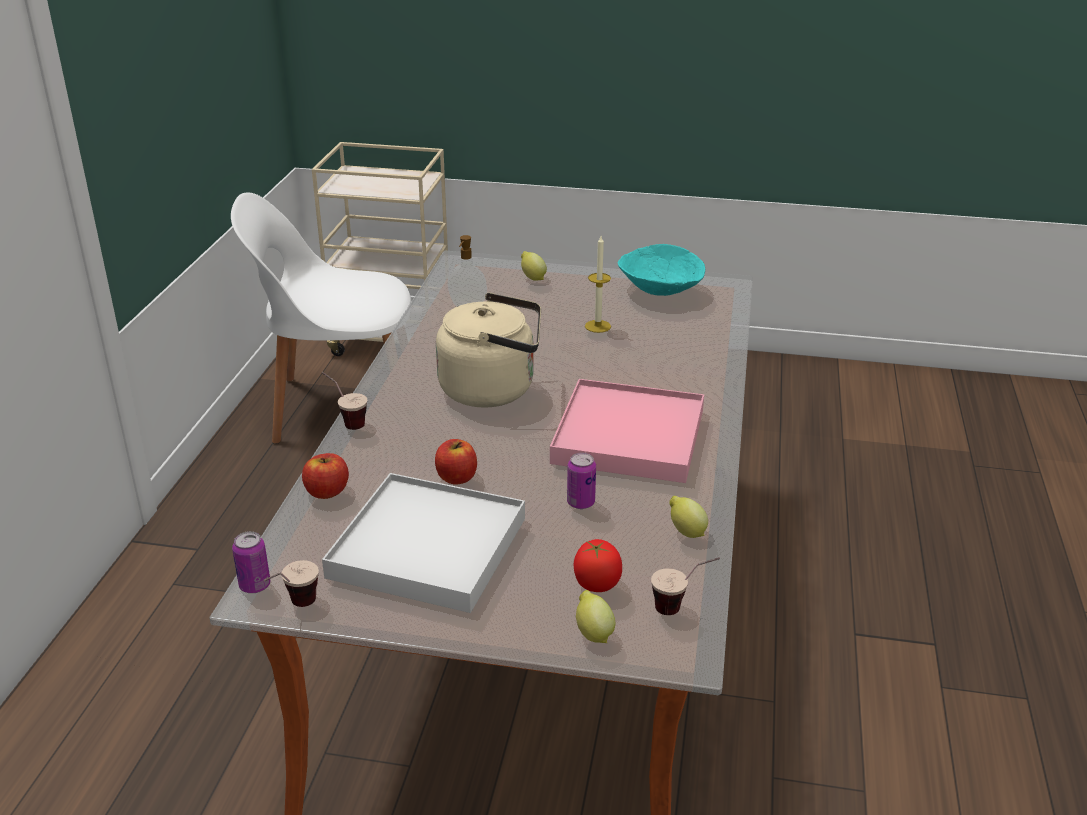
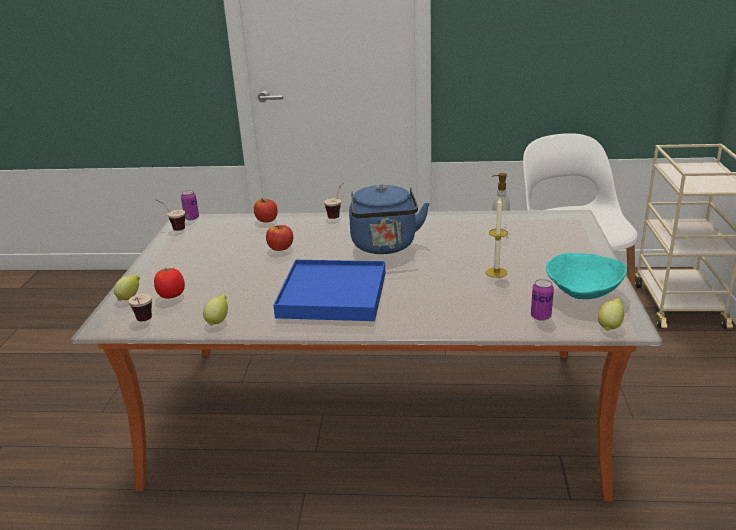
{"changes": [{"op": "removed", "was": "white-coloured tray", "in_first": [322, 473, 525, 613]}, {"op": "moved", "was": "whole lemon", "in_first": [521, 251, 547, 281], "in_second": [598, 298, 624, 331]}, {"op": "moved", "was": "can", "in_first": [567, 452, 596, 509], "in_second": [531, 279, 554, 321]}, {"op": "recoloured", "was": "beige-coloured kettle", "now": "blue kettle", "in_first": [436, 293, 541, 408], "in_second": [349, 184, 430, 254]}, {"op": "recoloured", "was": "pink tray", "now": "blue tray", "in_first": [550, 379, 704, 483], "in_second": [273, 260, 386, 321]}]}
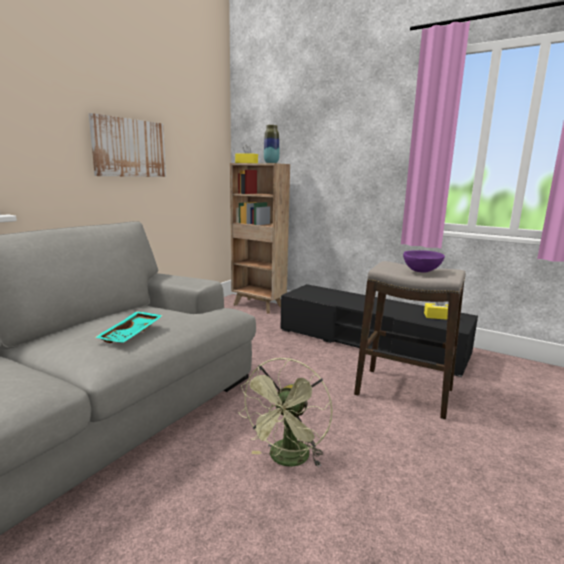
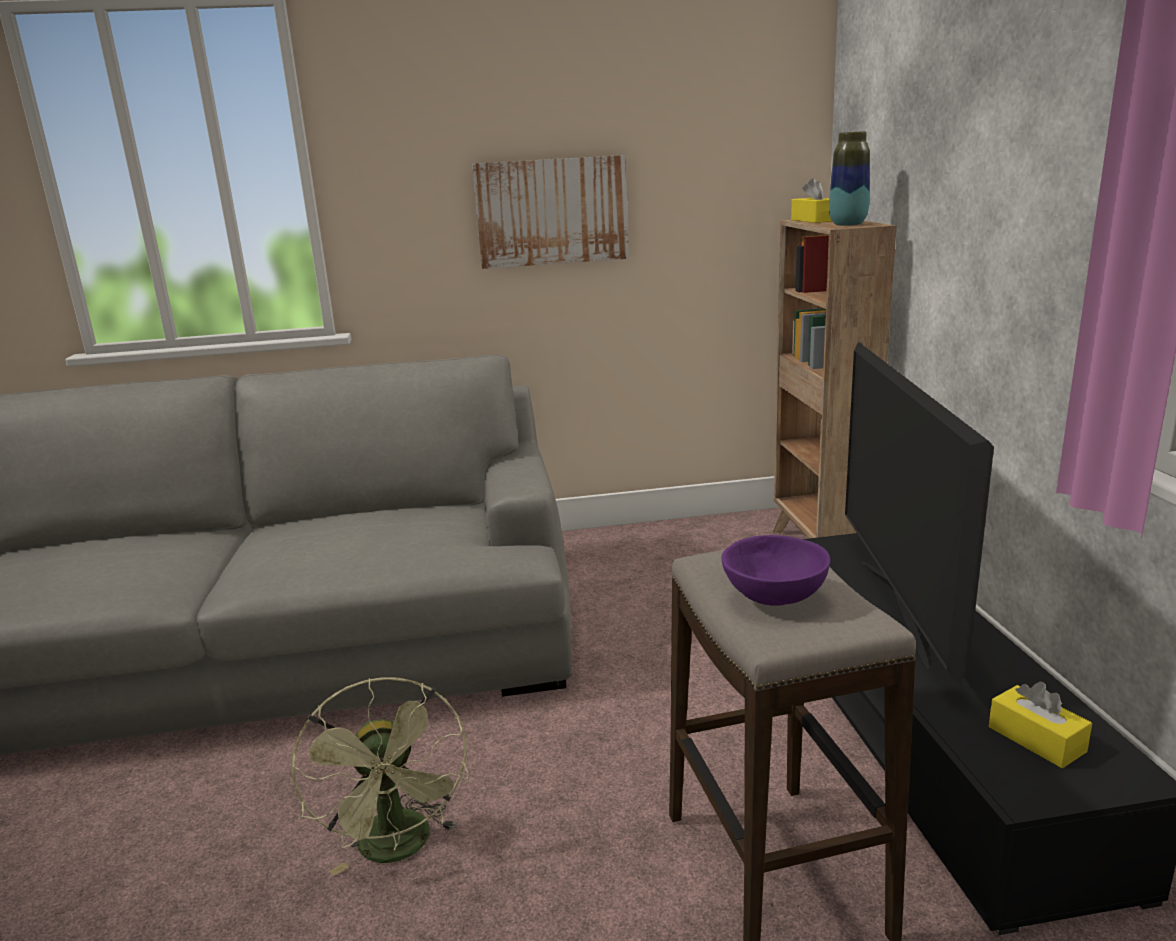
{"changes": [{"op": "removed", "was": "blue-green tray", "in_first": [95, 311, 163, 343]}, {"op": "added", "now": "TV set", "in_second": [845, 342, 994, 686]}, {"op": "turned", "was": "green-coloured cooling fan", "in_first": [238, 358, 332, 467], "in_second": [292, 677, 468, 876], "clockwise": -90}]}
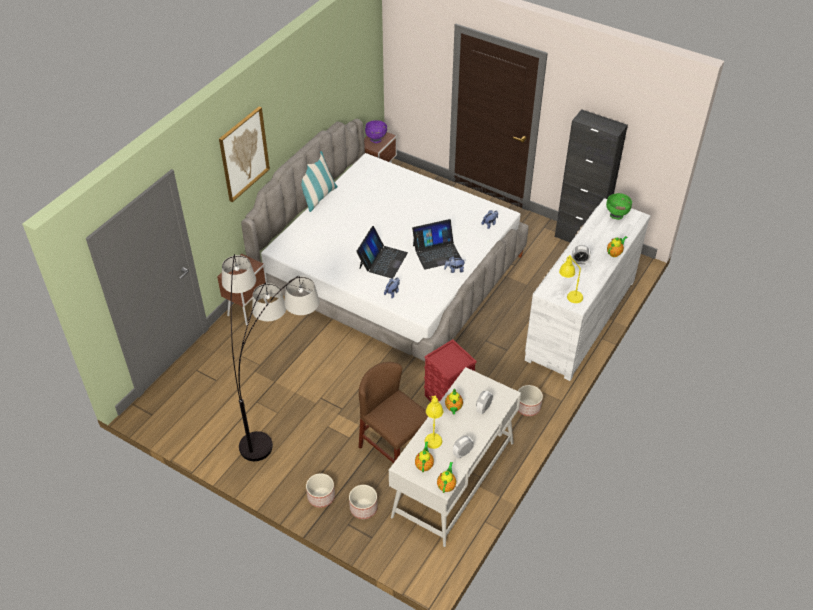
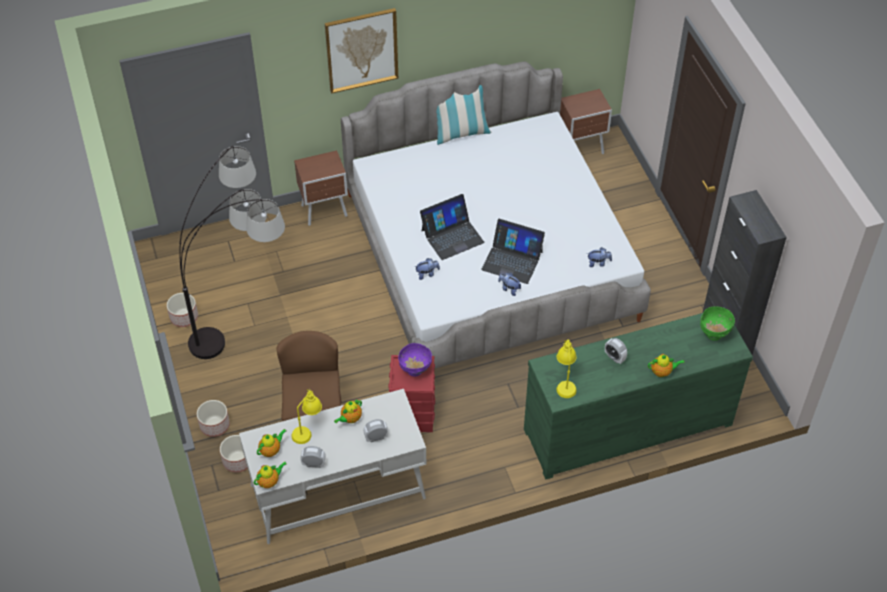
{"changes": [{"op": "moved", "was": "purple serving bowl", "in_first": [365, 120, 387, 143], "in_second": [398, 343, 432, 376]}, {"op": "moved", "was": "flower pot", "in_first": [518, 385, 543, 416], "in_second": [167, 293, 198, 327]}, {"op": "recoloured", "was": "white-coloured drawer chest", "now": "green-coloured drawer chest", "in_first": [525, 198, 651, 381], "in_second": [524, 307, 753, 479]}]}
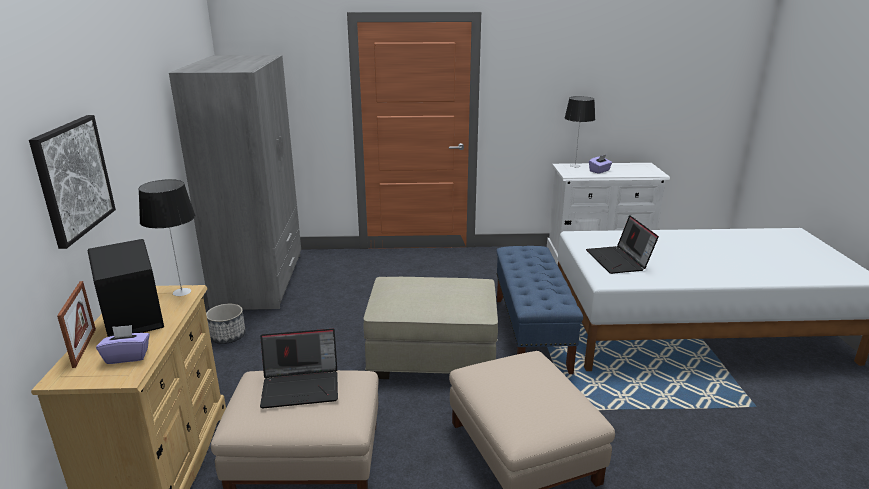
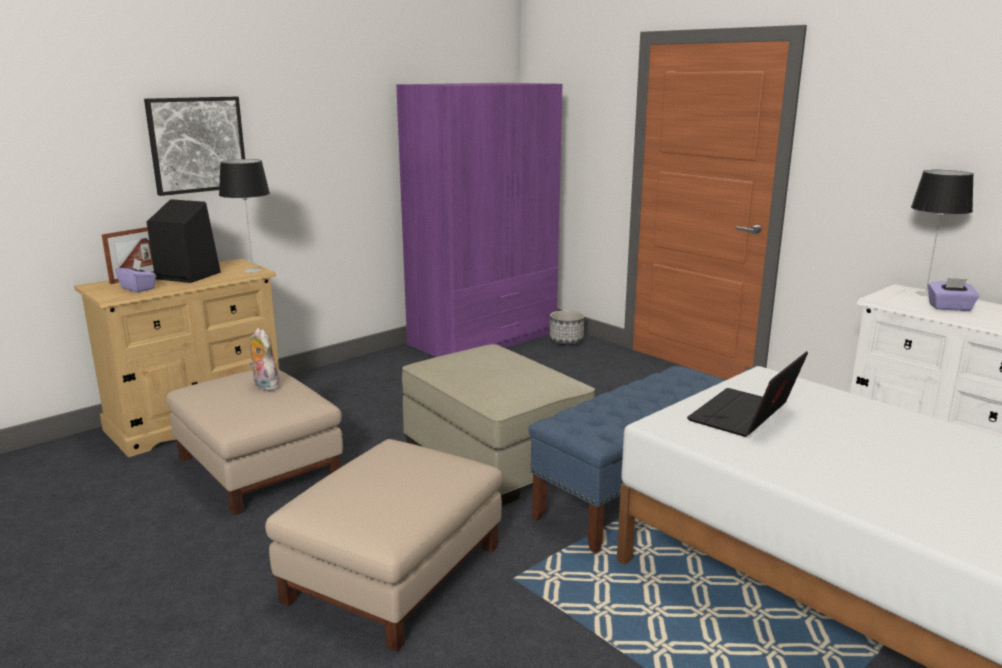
{"changes": [{"op": "moved", "was": "flower pot", "in_first": [206, 304, 246, 344], "in_second": [549, 310, 584, 346]}, {"op": "replaced", "was": "notebook computer", "now": "plush toy", "in_first": [260, 329, 338, 408], "in_second": [249, 328, 280, 391]}, {"op": "recoloured", "was": "greyish wardrobe", "now": "purple wardrobe", "in_first": [169, 55, 301, 310], "in_second": [396, 83, 562, 357]}]}
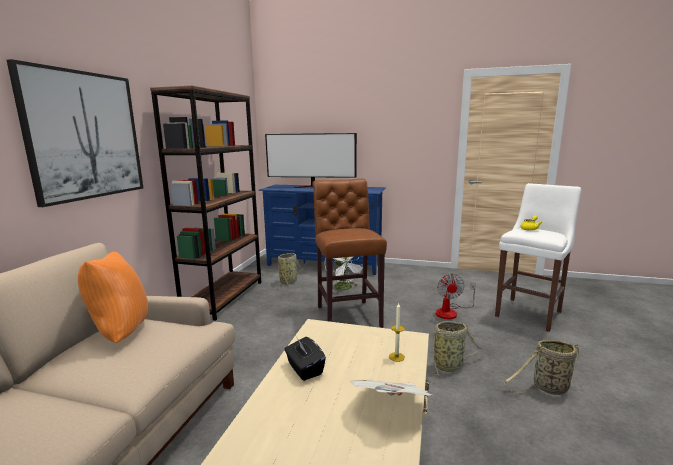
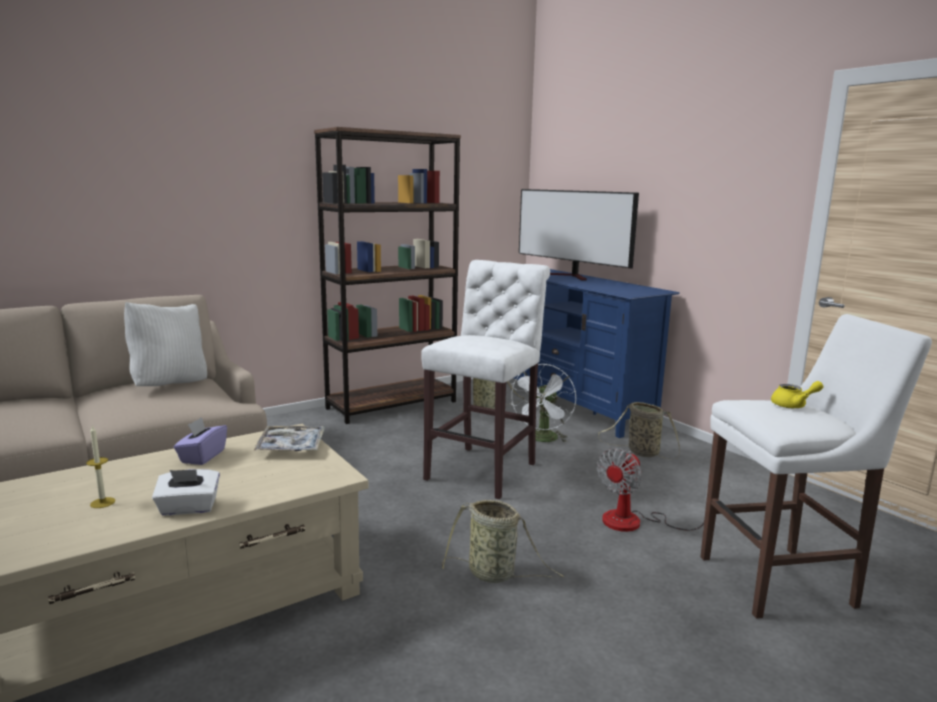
{"changes": [{"op": "removed", "was": "picture", "in_first": [7, 59, 143, 207]}, {"op": "added", "now": "tray", "in_second": [253, 426, 325, 451]}, {"op": "moved", "was": "candle", "in_first": [389, 303, 405, 362], "in_second": [86, 425, 115, 508]}, {"op": "moved", "was": "basket", "in_first": [504, 340, 584, 395], "in_second": [598, 402, 680, 459]}, {"op": "replaced", "was": "newspaper", "now": "white-coloured box of tissues", "in_first": [350, 379, 432, 396], "in_second": [152, 469, 220, 515]}, {"op": "recoloured", "was": "orange-coloured throw pillow", "now": "white-coloured throw pillow", "in_first": [78, 252, 148, 343], "in_second": [124, 302, 207, 386]}, {"op": "recoloured", "was": "black-coloured box of tissues", "now": "purple box of tissues", "in_first": [284, 337, 326, 381], "in_second": [174, 417, 227, 465]}, {"op": "recoloured", "was": "brown-coloured stool", "now": "white-coloured stool", "in_first": [312, 179, 387, 328], "in_second": [421, 260, 550, 499]}]}
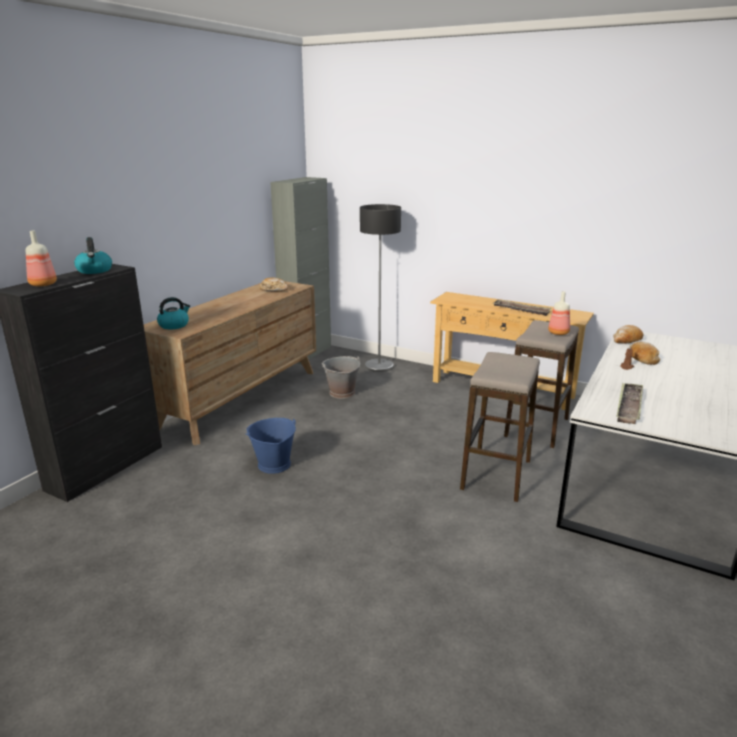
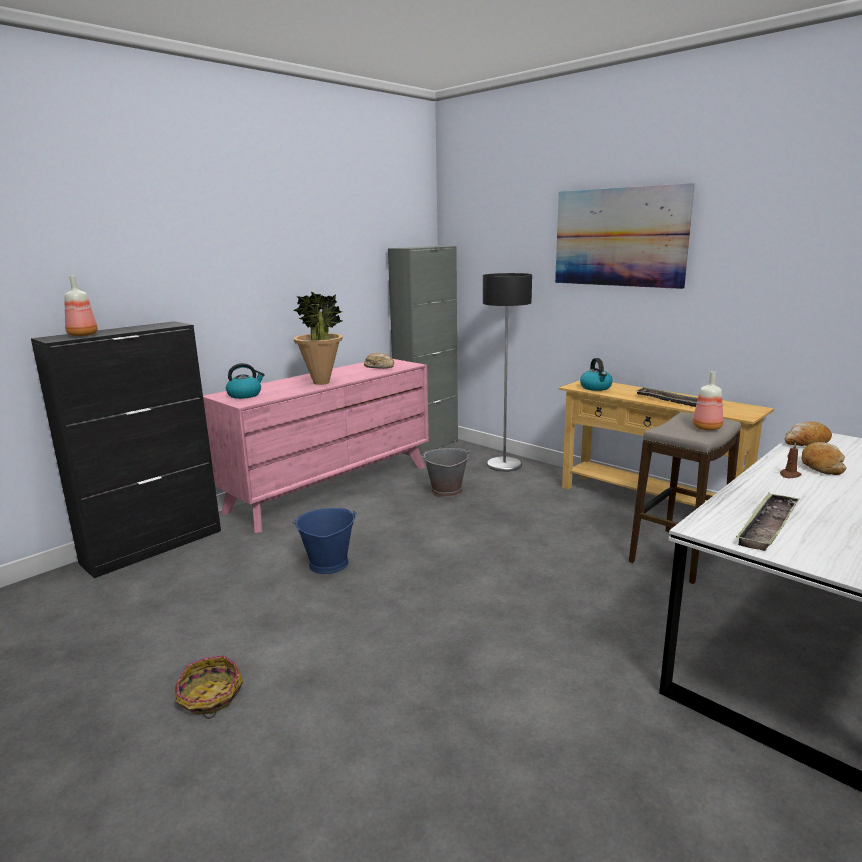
{"changes": [{"op": "removed", "was": "stool", "in_first": [460, 352, 540, 502]}, {"op": "added", "now": "basket", "in_second": [175, 655, 243, 719]}, {"op": "added", "now": "potted plant", "in_second": [293, 292, 343, 385]}, {"op": "added", "now": "picture", "in_second": [555, 183, 695, 289]}, {"op": "moved", "was": "kettle", "in_first": [74, 237, 112, 274], "in_second": [580, 358, 613, 391]}, {"op": "recoloured", "was": "brown-coloured drawer chest", "now": "pink drawer chest", "in_first": [144, 281, 316, 445], "in_second": [203, 359, 429, 533]}]}
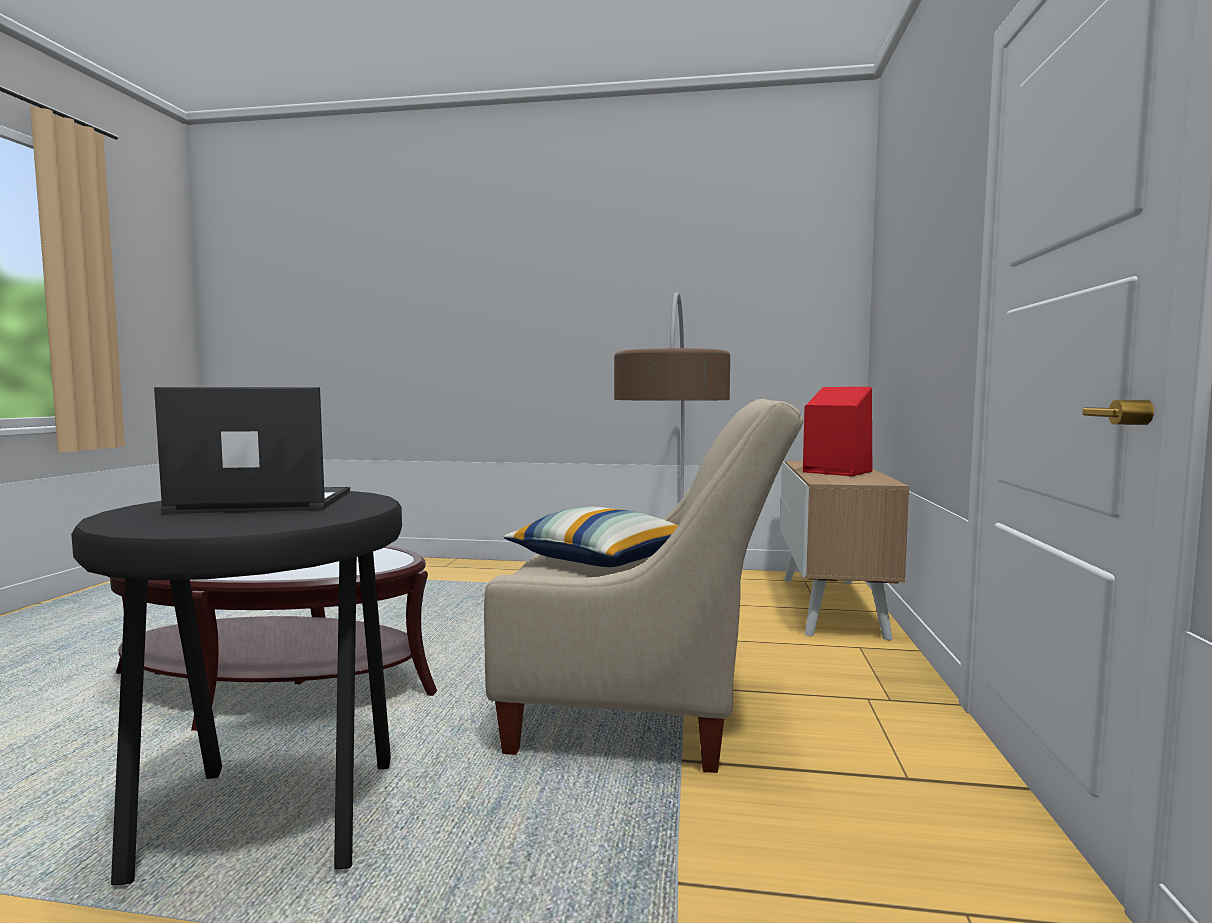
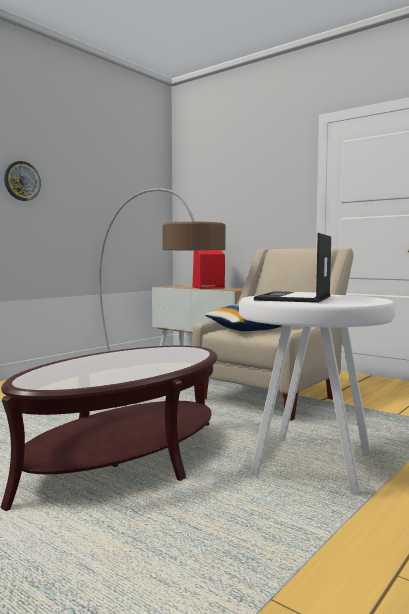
{"changes": [{"op": "added", "now": "hanging clock", "in_second": [4, 161, 41, 201]}, {"op": "recoloured", "was": "black-coloured stool", "now": "white-coloured stool", "in_first": [71, 491, 402, 885], "in_second": [239, 295, 395, 494]}]}
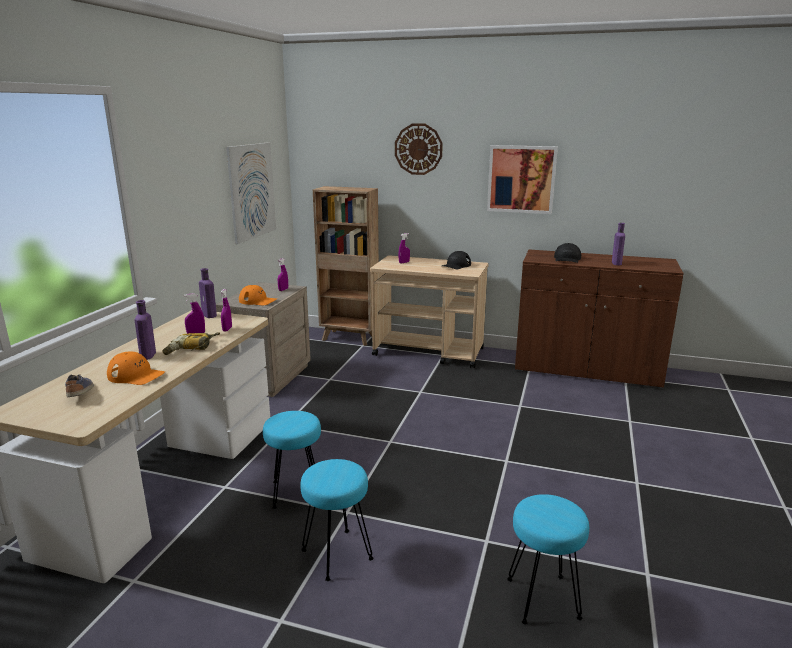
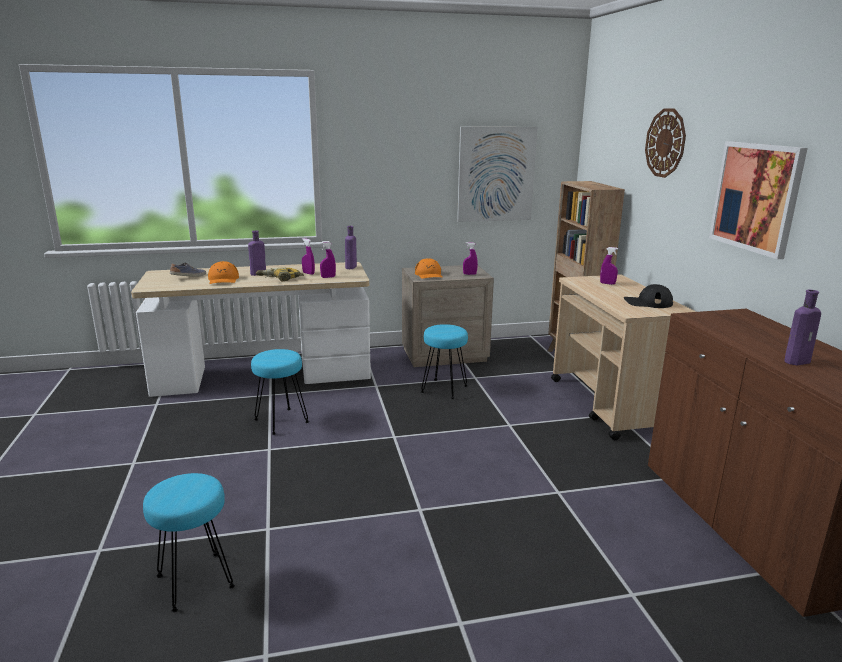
{"changes": [{"op": "removed", "was": "black-coloured peaked cap", "in_first": [554, 243, 581, 263]}, {"op": "moved", "was": "blue-green stool", "in_first": [300, 459, 374, 581], "in_second": [421, 324, 468, 399]}]}
